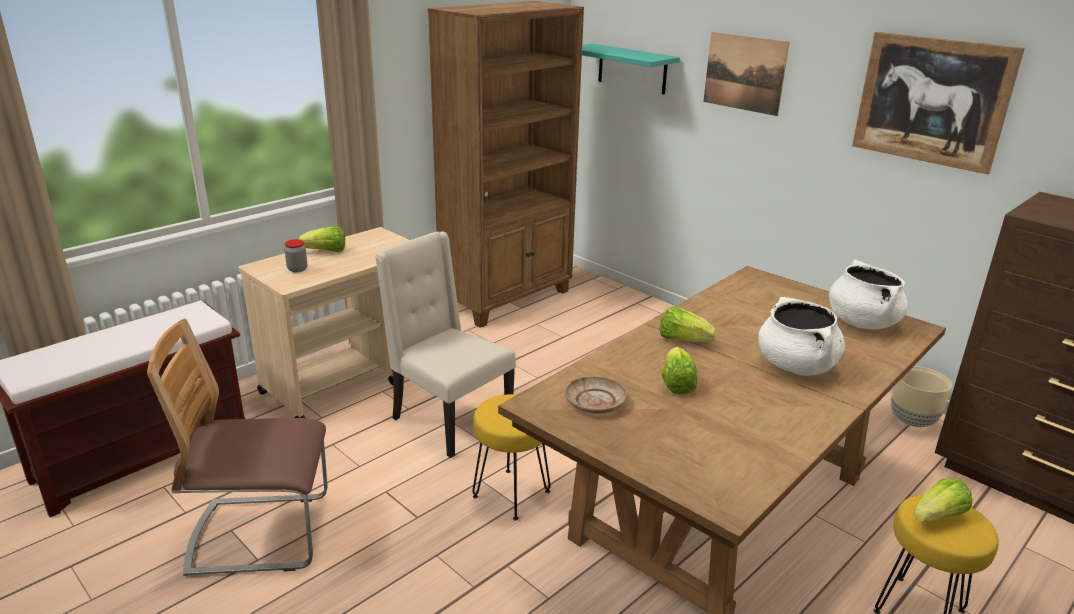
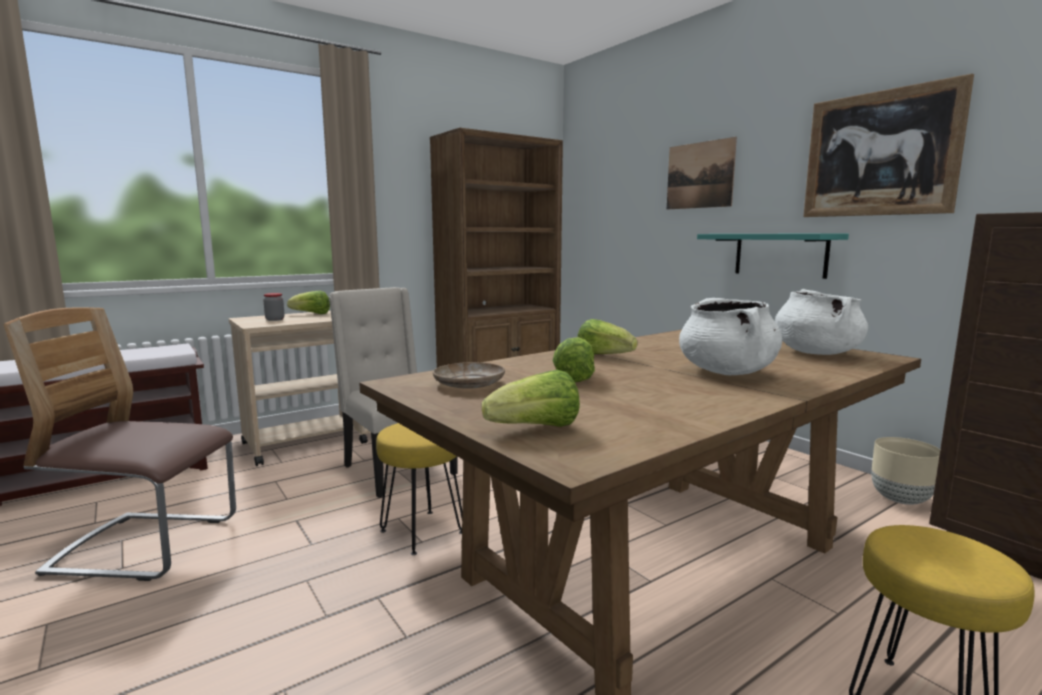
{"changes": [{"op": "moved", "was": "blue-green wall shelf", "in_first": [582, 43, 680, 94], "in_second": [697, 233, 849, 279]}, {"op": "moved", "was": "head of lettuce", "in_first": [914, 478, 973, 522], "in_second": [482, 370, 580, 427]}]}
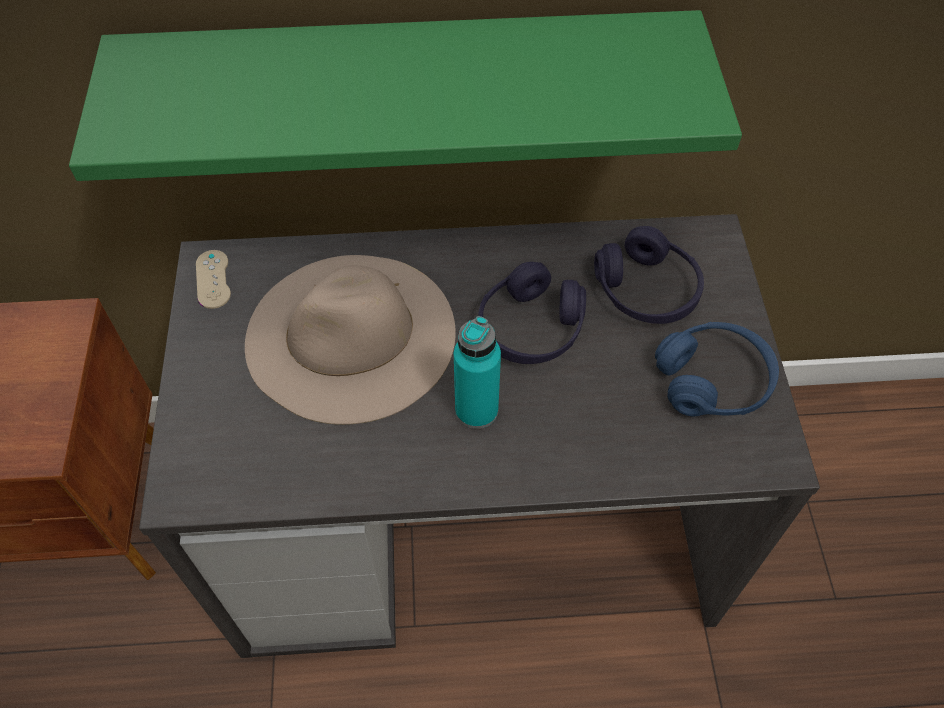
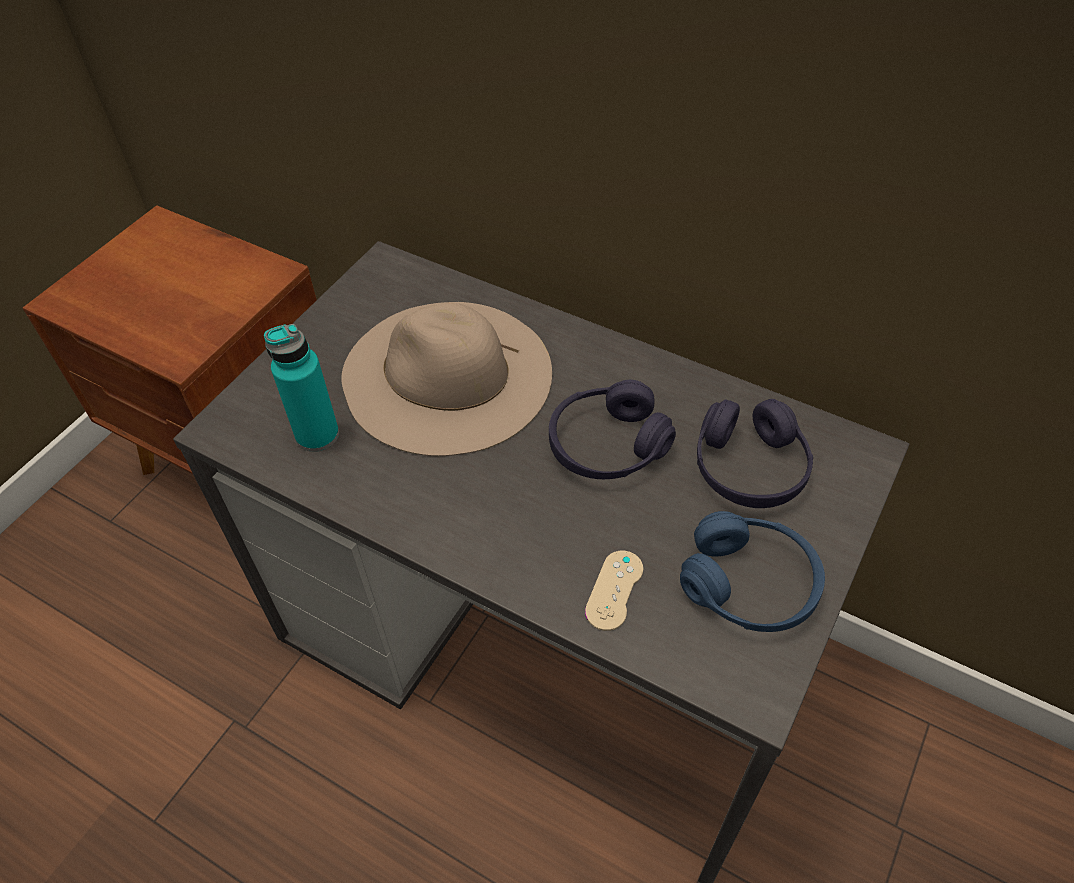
{"changes": [{"op": "removed", "was": "green-coloured wall shelf", "in_first": [69, 10, 742, 181]}, {"op": "moved", "was": "beige-coloured game controller", "in_first": [196, 250, 231, 309], "in_second": [585, 551, 643, 631]}, {"op": "moved", "was": "blue-green drink bottle", "in_first": [454, 316, 501, 429], "in_second": [264, 324, 339, 452]}]}
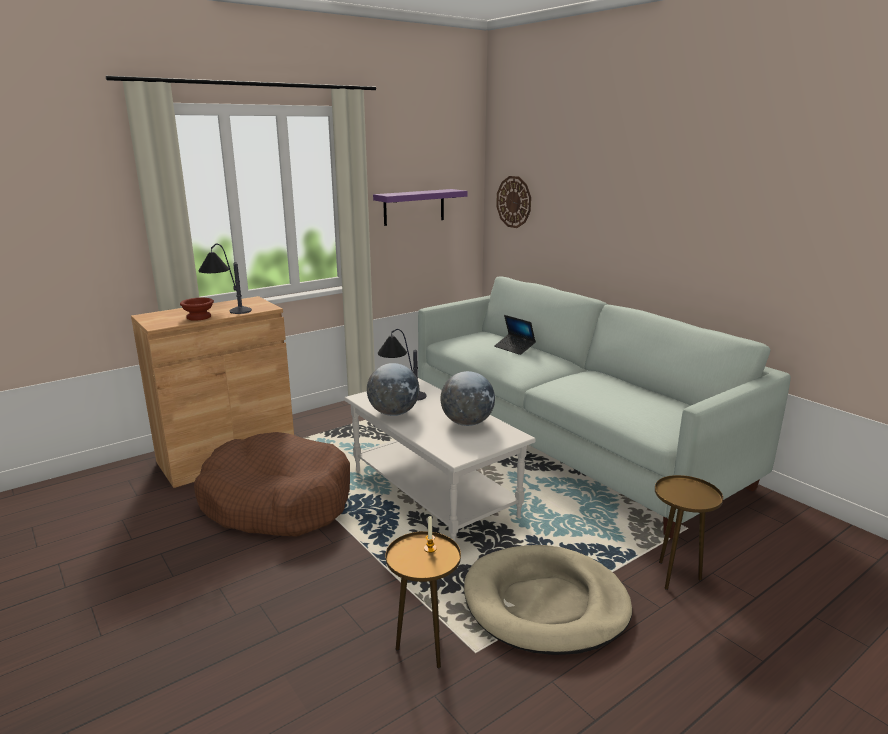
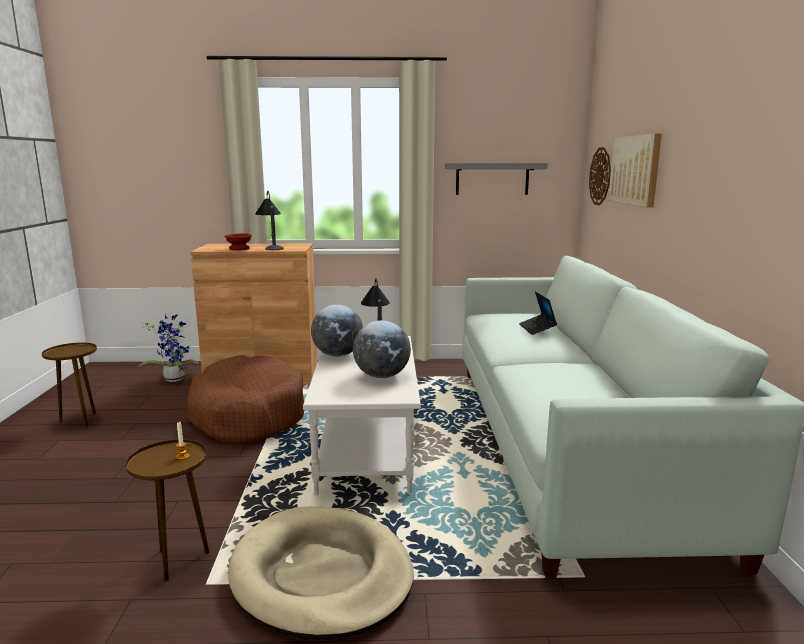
{"changes": [{"op": "added", "now": "potted plant", "in_second": [138, 314, 199, 382]}, {"op": "added", "now": "picture", "in_second": [608, 133, 662, 208]}, {"op": "moved", "was": "brown-coloured end table", "in_first": [655, 475, 723, 590], "in_second": [42, 342, 97, 427]}, {"op": "recoloured", "was": "purple wall shelf", "now": "greyish wall shelf", "in_first": [373, 189, 468, 226], "in_second": [445, 163, 548, 195]}]}
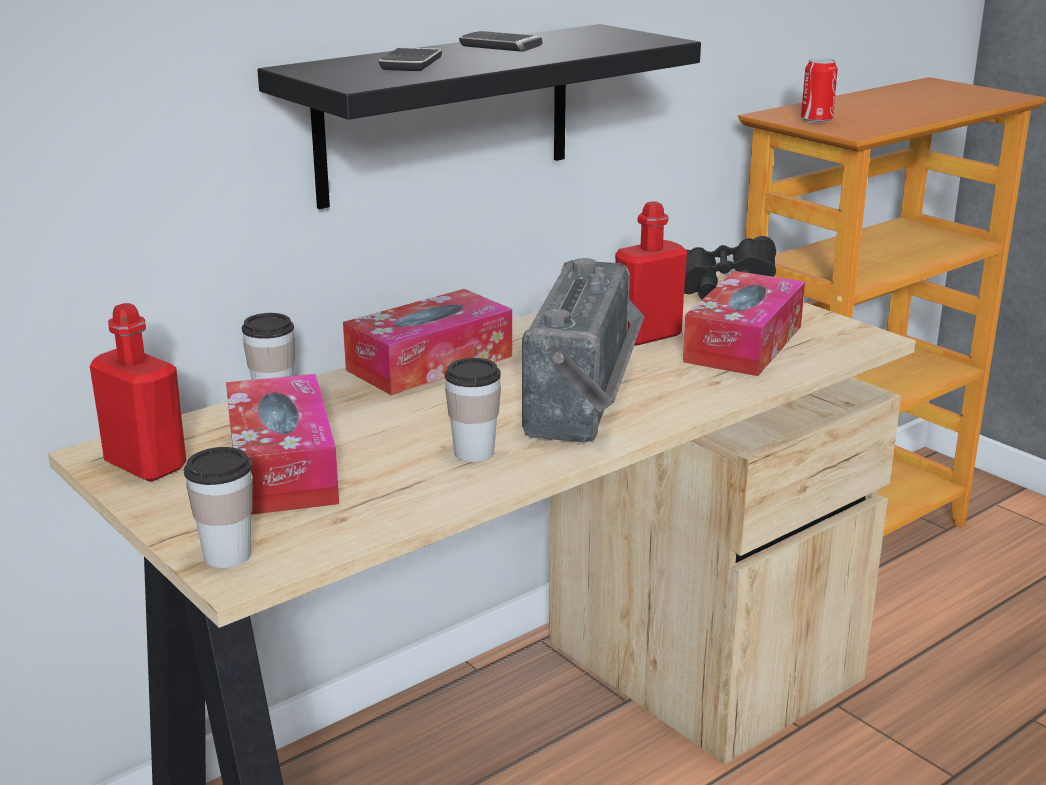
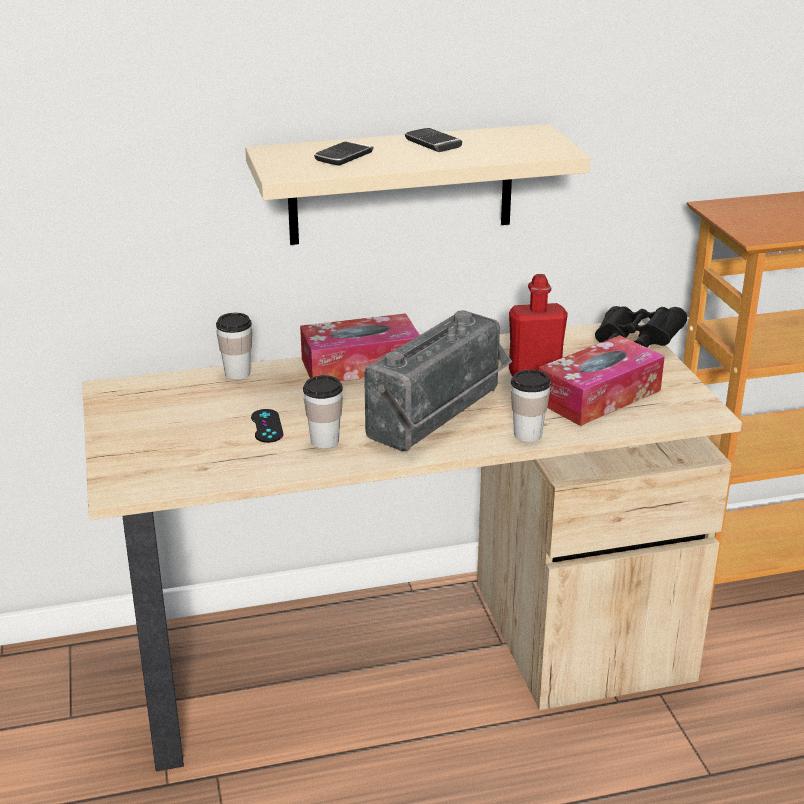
{"changes": [{"op": "removed", "was": "red drink bottle", "in_first": [90, 303, 187, 482]}, {"op": "removed", "was": "box of tissues", "in_first": [226, 374, 339, 515]}, {"op": "removed", "was": "can", "in_first": [801, 58, 838, 123]}, {"op": "added", "now": "black-coloured game controller", "in_second": [251, 409, 283, 443]}, {"op": "moved", "was": "small cup", "in_first": [184, 447, 253, 568], "in_second": [511, 370, 551, 442]}, {"op": "recoloured", "was": "black-coloured wall shelf", "now": "beige-coloured wall shelf", "in_first": [257, 24, 701, 209], "in_second": [245, 124, 590, 245]}]}
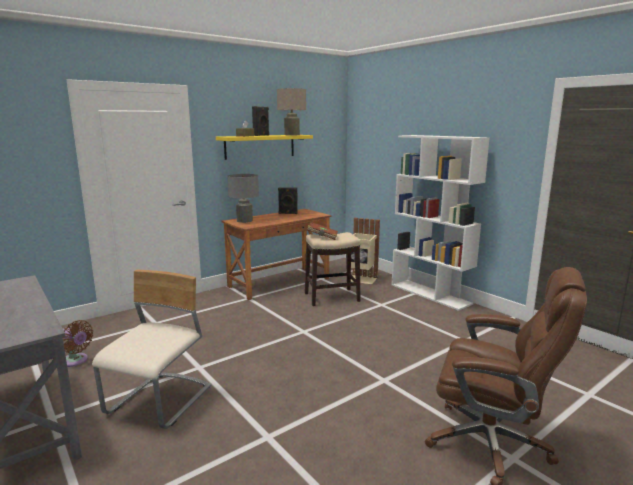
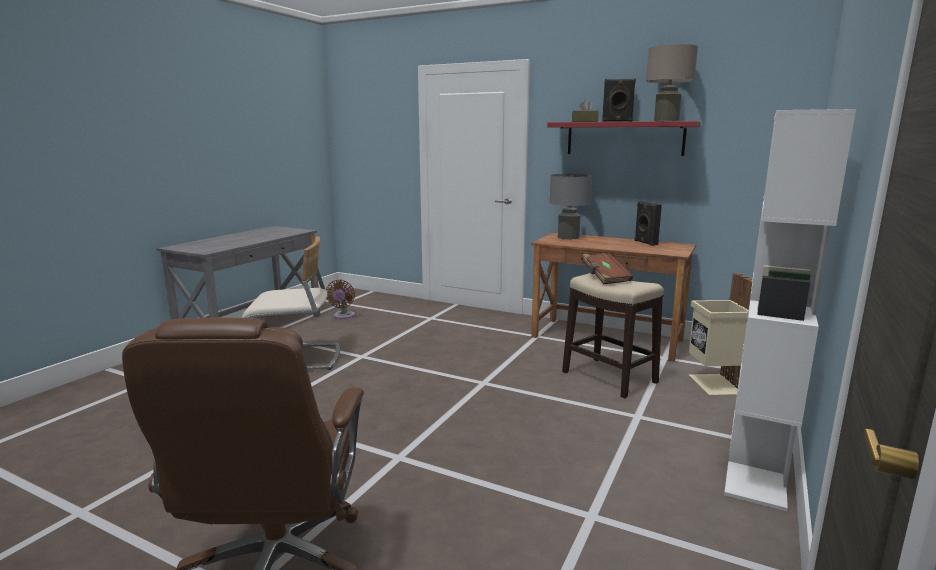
{"changes": [{"op": "recoloured", "was": "yellowish wall shelf", "now": "red wall shelf", "in_first": [216, 135, 313, 160], "in_second": [547, 121, 701, 156]}]}
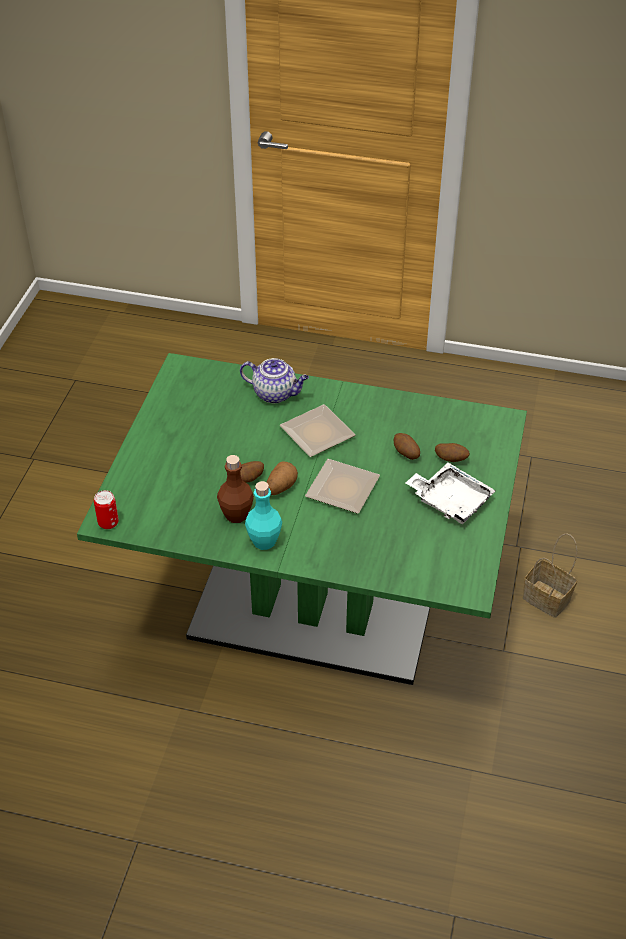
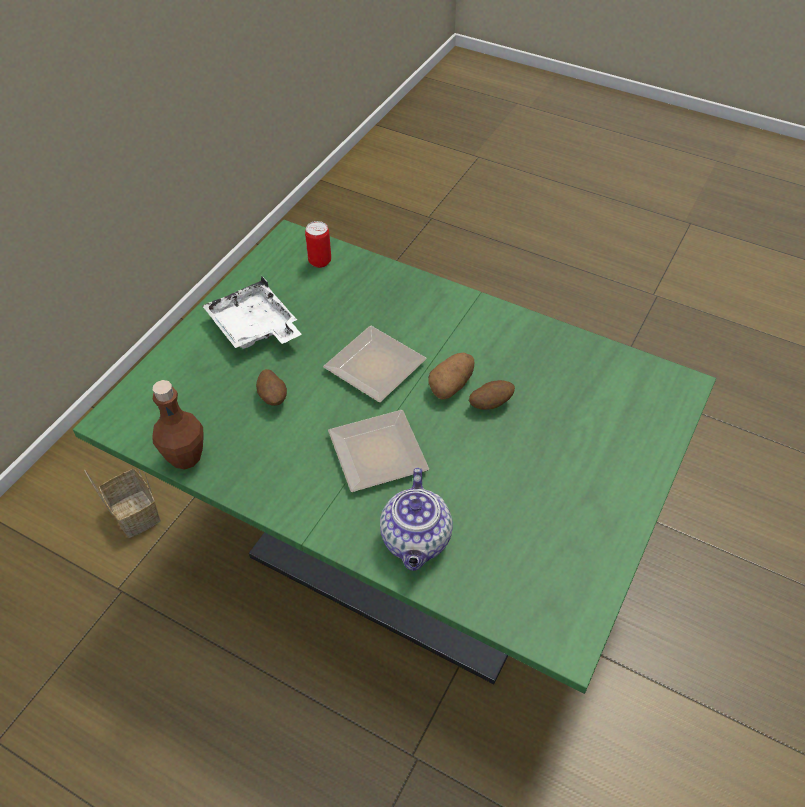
{"changes": [{"op": "removed", "was": "blue-green drink bottle", "in_first": [245, 481, 282, 550]}, {"op": "removed", "was": "whole potato", "in_first": [435, 443, 470, 462]}, {"op": "moved", "was": "can", "in_first": [94, 490, 119, 529], "in_second": [305, 221, 331, 268]}, {"op": "moved", "was": "brown-coloured drink bottle", "in_first": [217, 455, 254, 523], "in_second": [152, 380, 203, 470]}, {"op": "turned", "was": "pot for tea", "in_first": [240, 358, 309, 403], "in_second": [380, 468, 453, 571], "clockwise": -120}]}
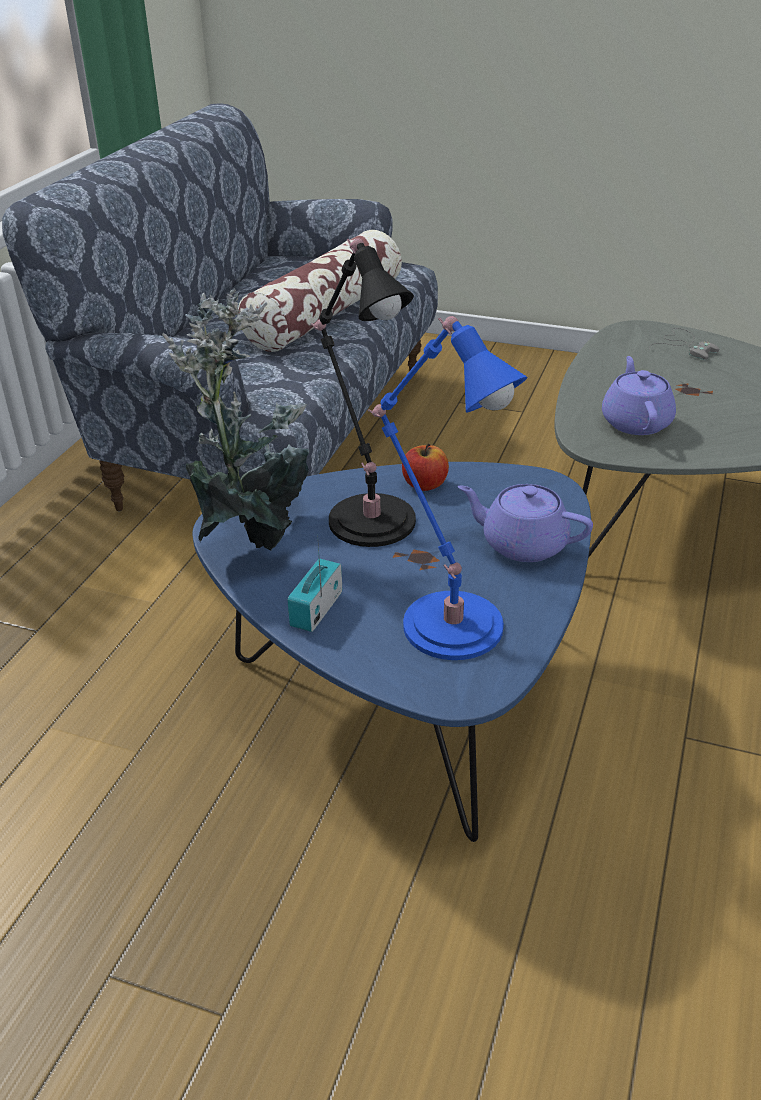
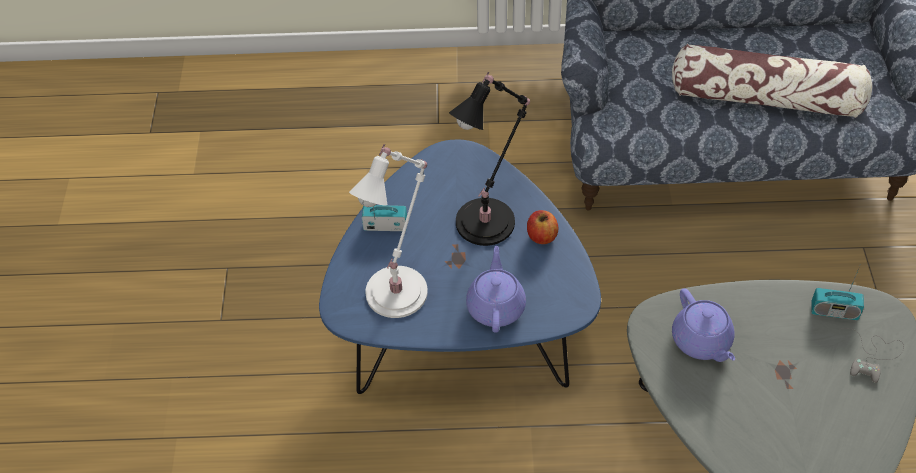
{"changes": [{"op": "removed", "was": "potted plant", "in_first": [162, 288, 309, 550]}, {"op": "added", "now": "radio", "in_second": [811, 266, 864, 320]}, {"op": "recoloured", "was": "blue tabletop lamp", "now": "white-coloured tabletop lamp", "in_first": [367, 316, 528, 660], "in_second": [349, 144, 428, 318]}, {"op": "turned", "was": "purple pot for tea", "in_first": [602, 356, 676, 435], "in_second": [672, 288, 735, 362], "clockwise": 90}]}
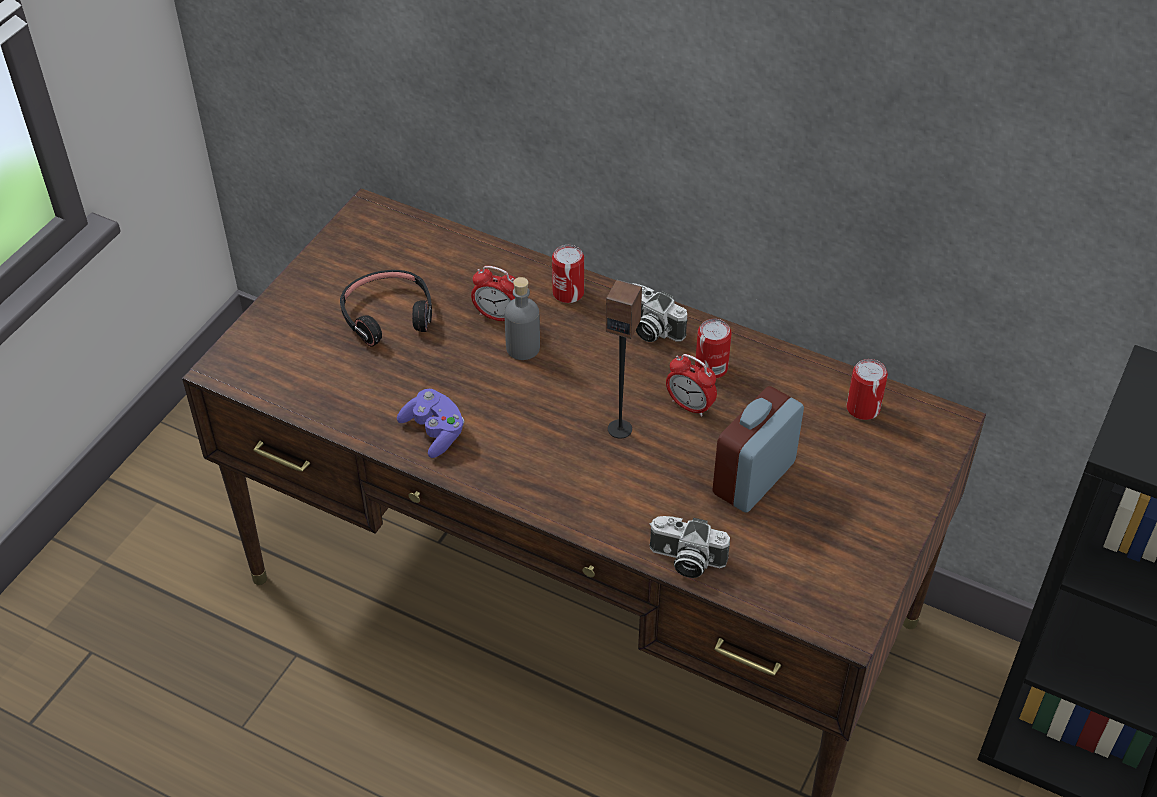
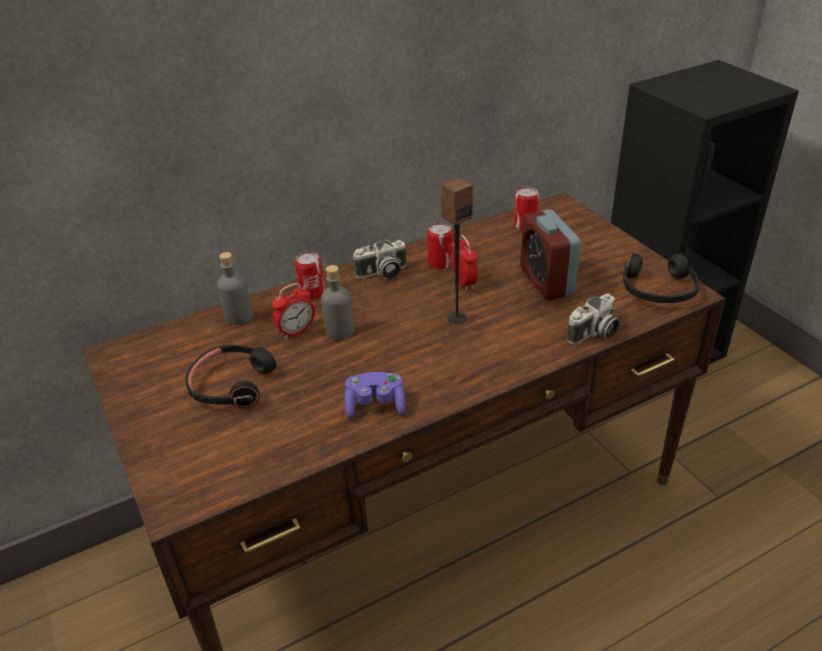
{"changes": [{"op": "added", "now": "greyish drink bottle", "in_second": [217, 252, 253, 325]}, {"op": "added", "now": "black-coloured headphones", "in_second": [623, 253, 700, 303]}, {"op": "turned", "was": "bedside clock", "in_first": [666, 354, 717, 417], "in_second": [451, 235, 478, 291], "clockwise": -90}]}
